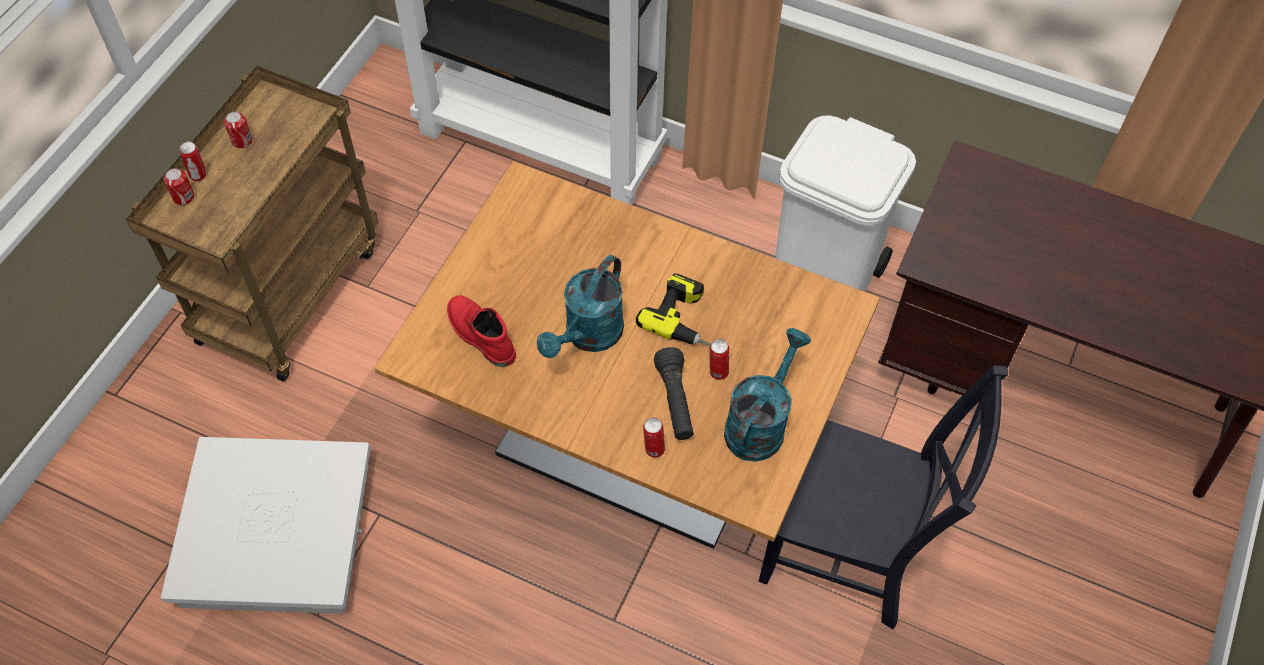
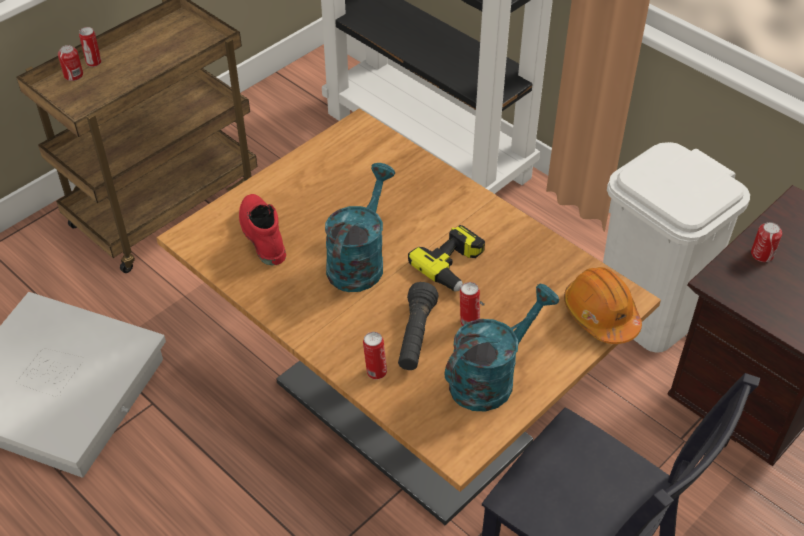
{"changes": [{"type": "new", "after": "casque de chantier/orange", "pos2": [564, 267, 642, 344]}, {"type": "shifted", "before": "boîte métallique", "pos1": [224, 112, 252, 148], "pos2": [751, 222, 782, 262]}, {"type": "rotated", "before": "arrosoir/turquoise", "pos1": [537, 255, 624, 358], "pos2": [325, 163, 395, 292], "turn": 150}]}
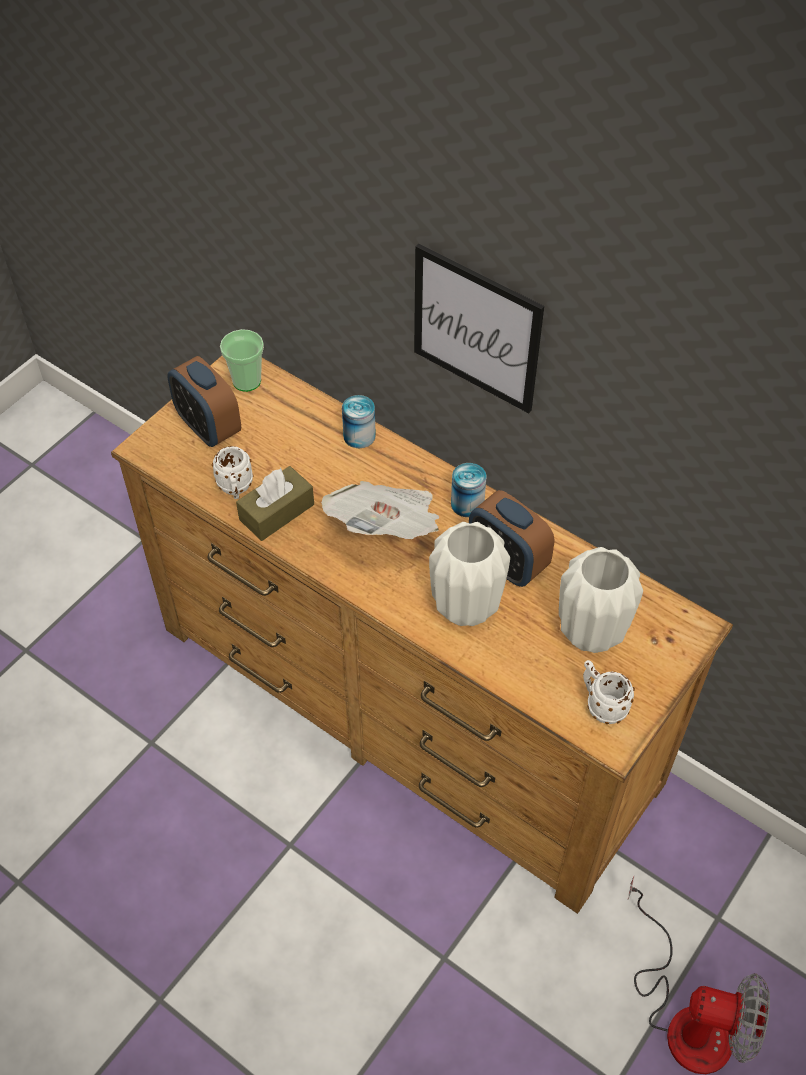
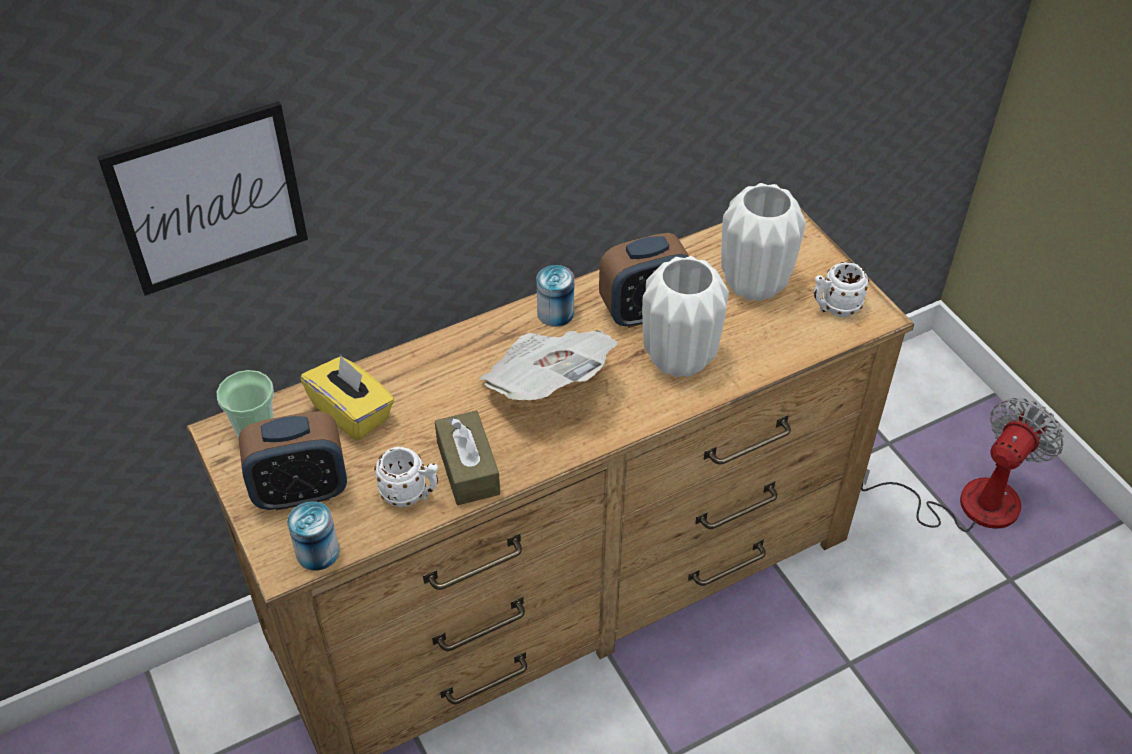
{"changes": [{"type": "new", "after": "boîte à mouchoirs/jaune", "pos2": [300, 355, 395, 441]}, {"type": "shifted", "before": "boîte métallique", "pos1": [342, 395, 376, 448], "pos2": [287, 501, 340, 571]}, {"type": "shifted", "before": "tableau", "pos1": [414, 244, 544, 413], "pos2": [98, 101, 308, 296]}]}
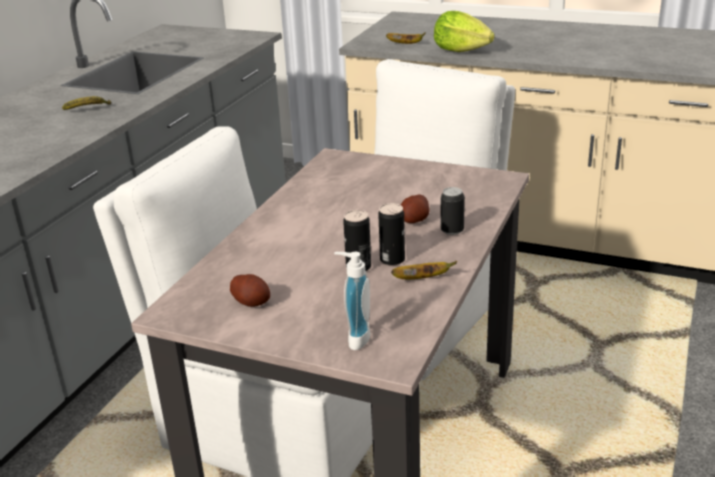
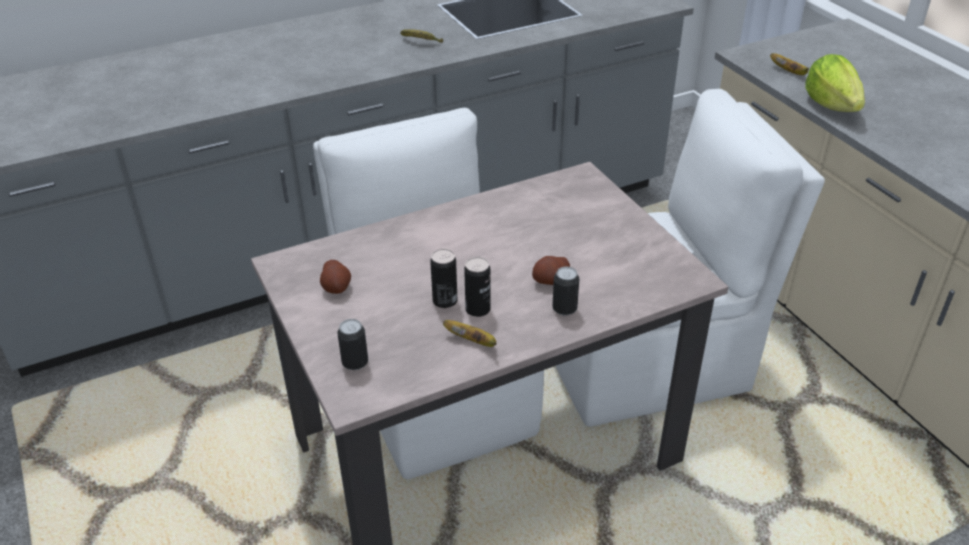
{"changes": [{"type": "swapped", "before": "distributeur de savon", "after": "boîte métallique", "pos1": [334, 252, 370, 350], "pos2": [337, 319, 368, 370]}]}
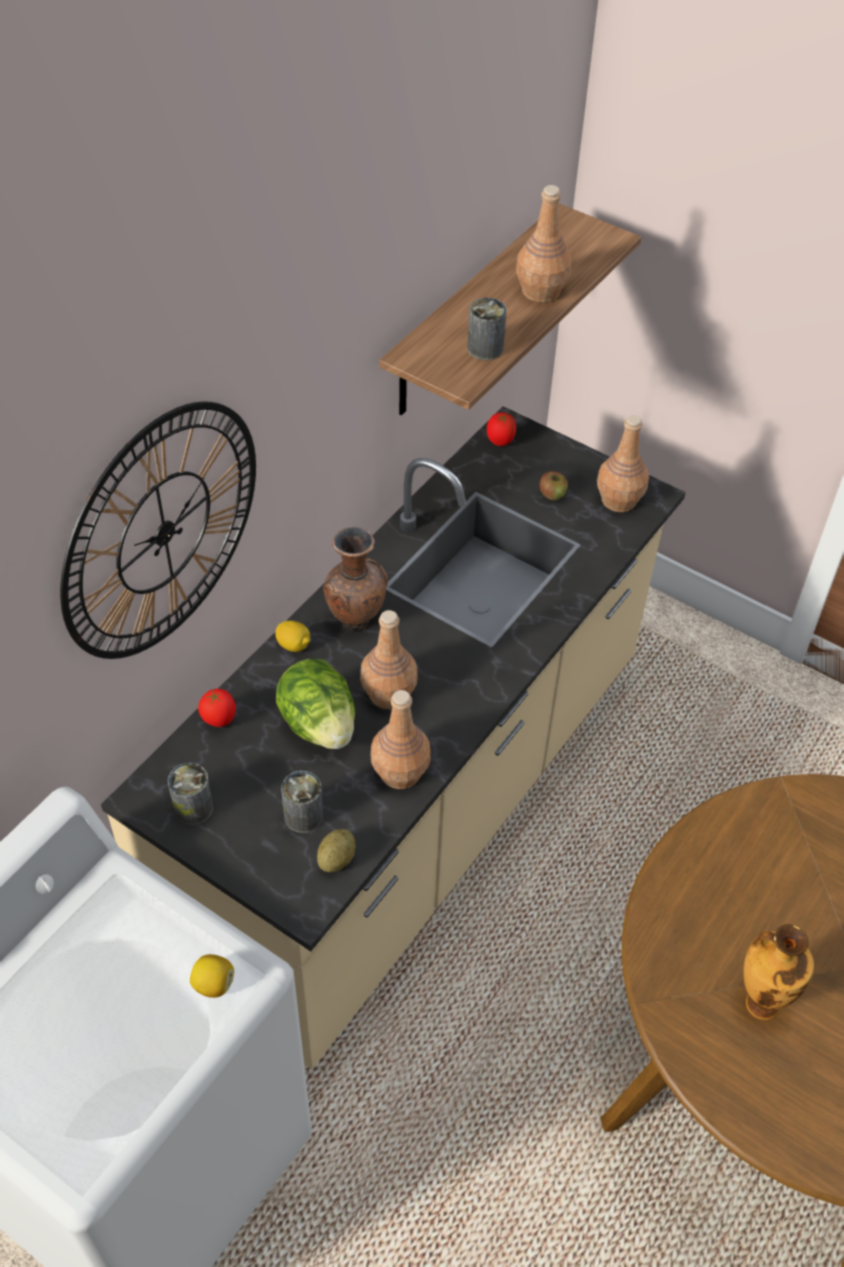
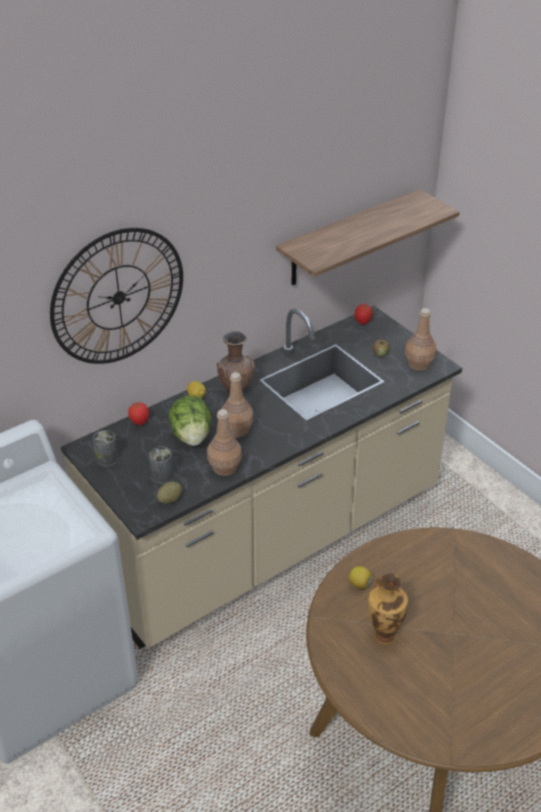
{"changes": [{"type": "gone", "before": "boîte métallique", "pos1": [467, 298, 507, 360]}, {"type": "gone", "before": "bouteille/marron", "pos1": [516, 185, 571, 303]}, {"type": "shifted", "before": "citron", "pos1": [190, 954, 234, 998], "pos2": [349, 566, 373, 589]}]}
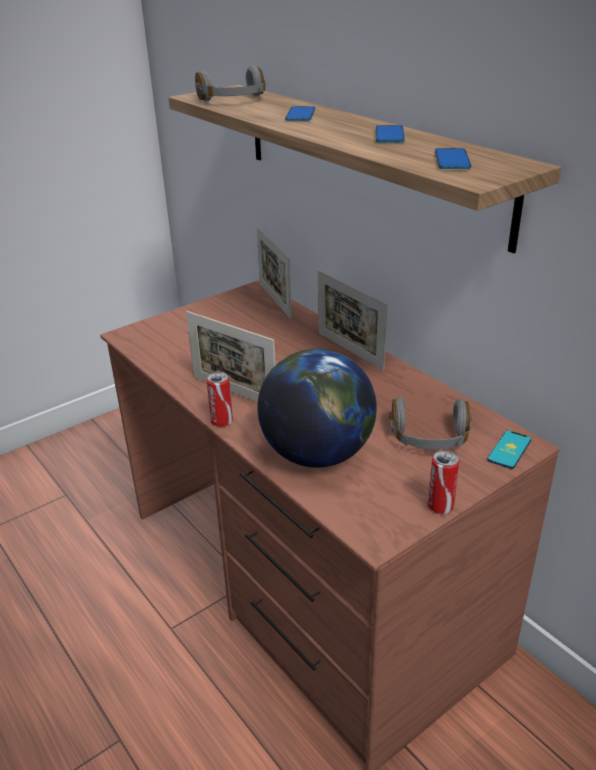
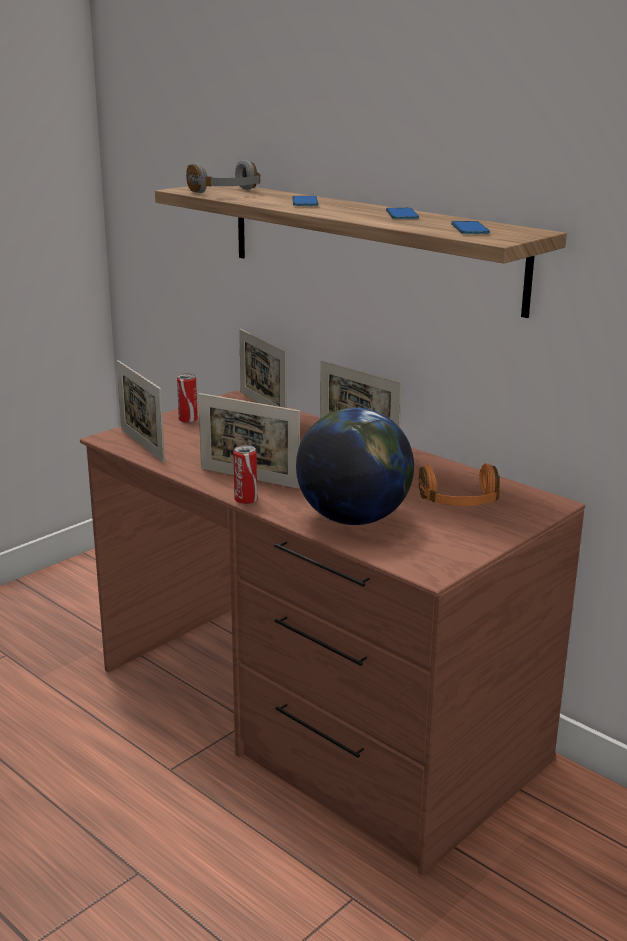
{"changes": [{"type": "gone", "before": "téléphone", "pos1": [487, 430, 532, 469]}, {"type": "new", "after": "cadre photo", "pos2": [117, 360, 165, 463]}, {"type": "shifted", "before": "boîte métallique", "pos1": [428, 450, 459, 514], "pos2": [177, 374, 198, 423]}, {"type": "repainted", "before": "casque audio/gris", "after": "casque audio/orange", "pos1": [389, 397, 471, 450], "pos2": [418, 463, 500, 506]}]}
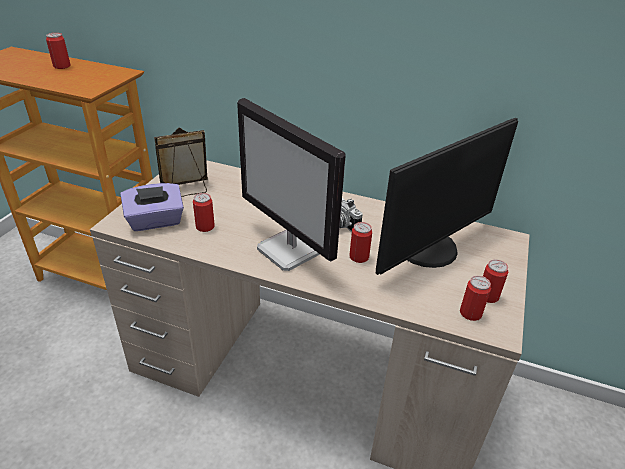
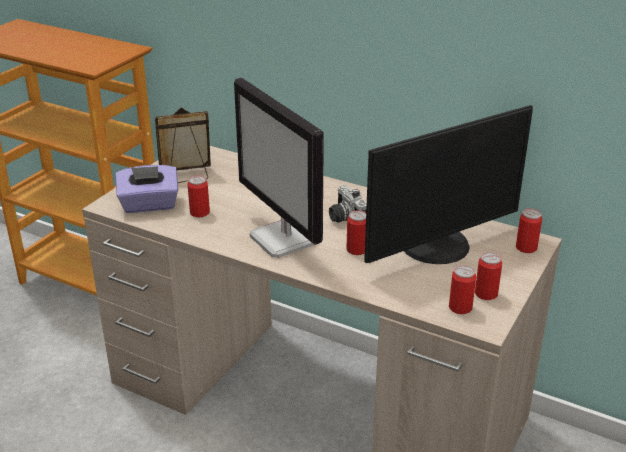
{"changes": [{"type": "shifted", "before": "boîte métallique", "pos1": [46, 33, 71, 69], "pos2": [516, 209, 542, 253]}]}
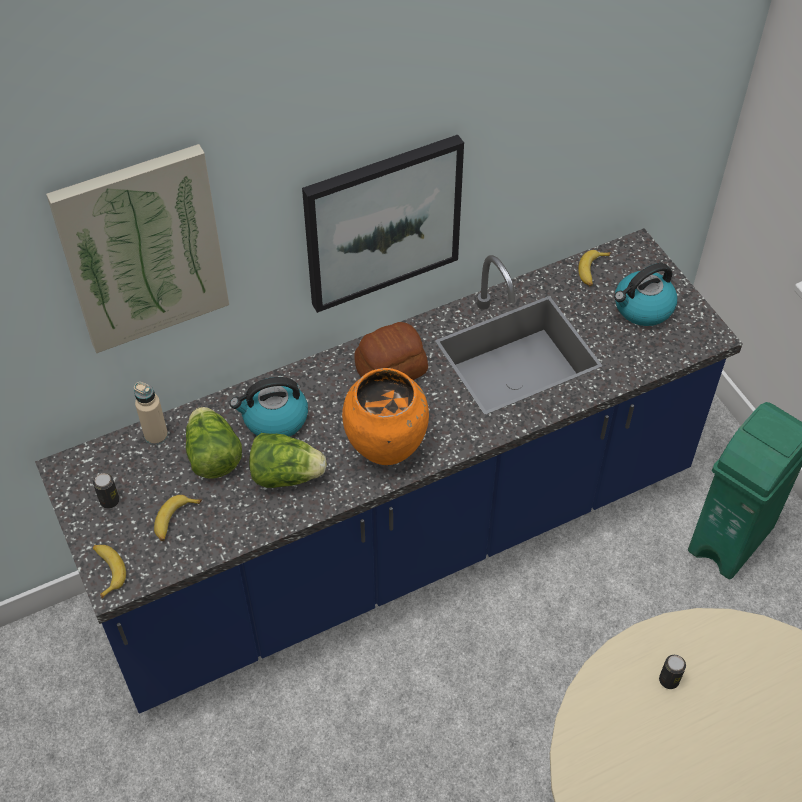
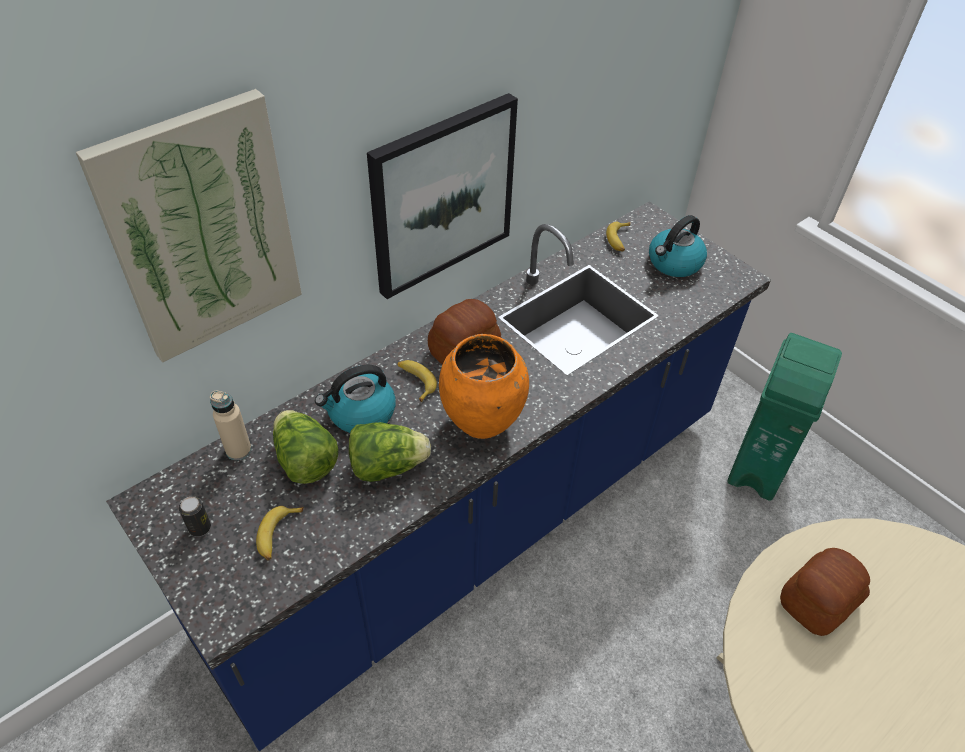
{"changes": [{"type": "shifted", "before": "banane", "pos1": [93, 545, 126, 599], "pos2": [398, 360, 437, 402]}, {"type": "swapped", "before": "boîte métallique", "after": "pain", "pos1": [659, 655, 686, 689], "pos2": [780, 548, 870, 636]}]}
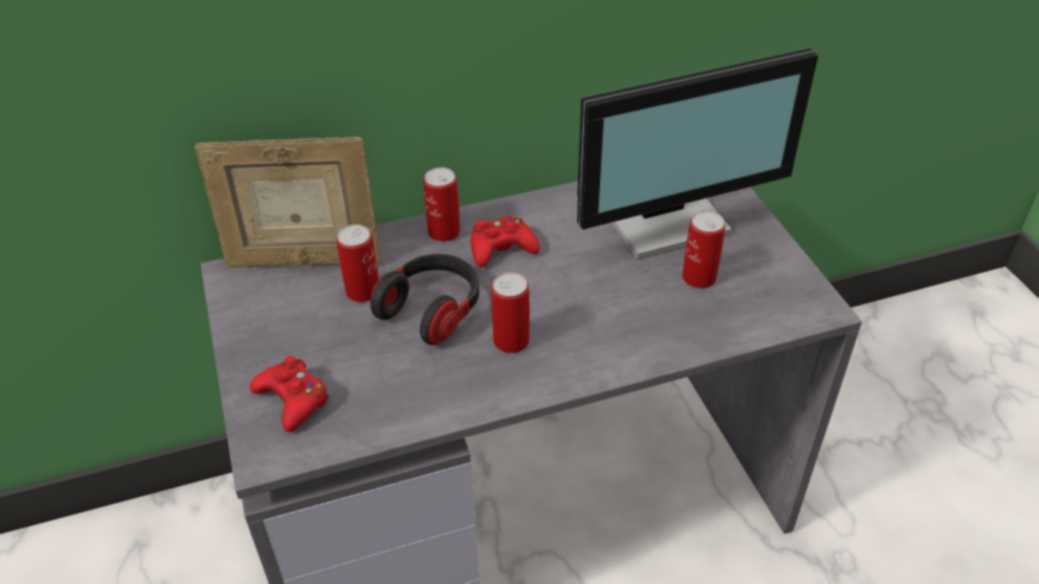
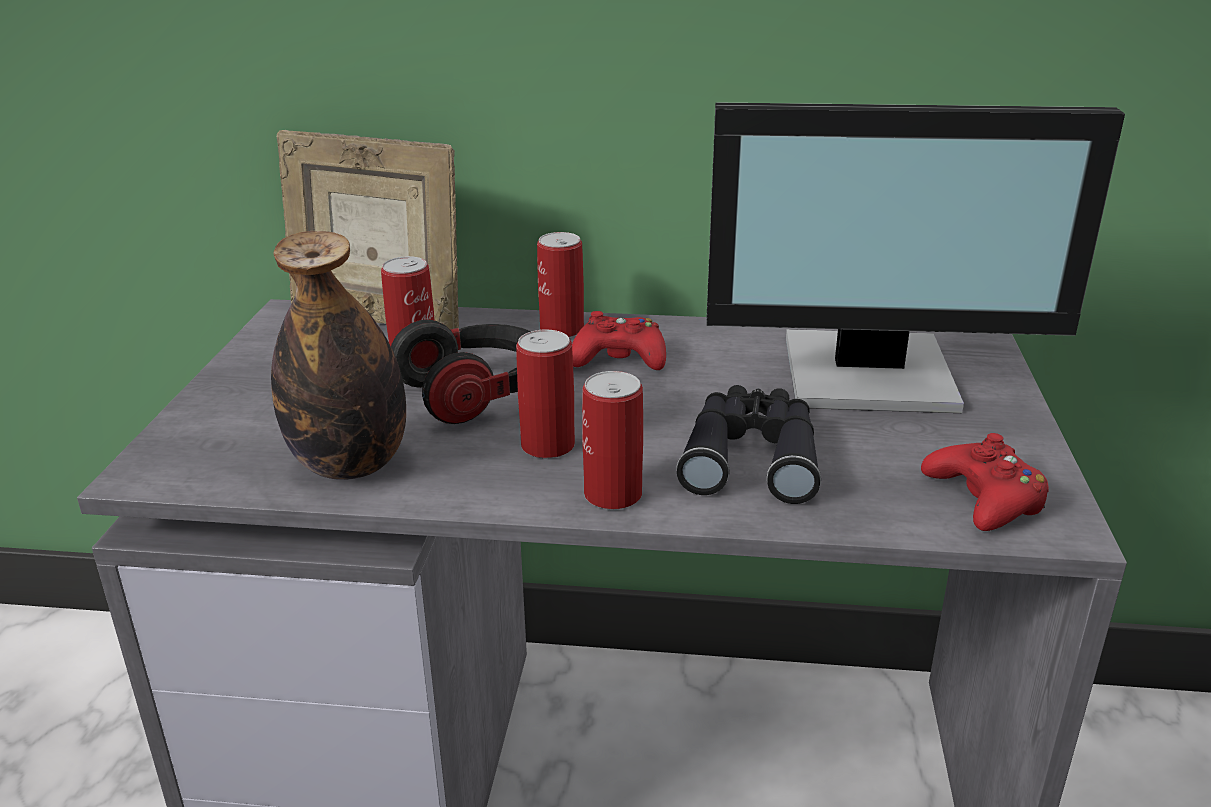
{"changes": [{"type": "new", "after": "bouteille", "pos2": [271, 231, 406, 480]}, {"type": "new", "after": "jumelles/noir", "pos2": [676, 385, 821, 504]}, {"type": "shifted", "before": "manette/rouge", "pos1": [250, 356, 329, 432], "pos2": [921, 433, 1048, 531]}, {"type": "shifted", "before": "boîte métallique", "pos1": [682, 211, 725, 288], "pos2": [582, 371, 643, 510]}]}
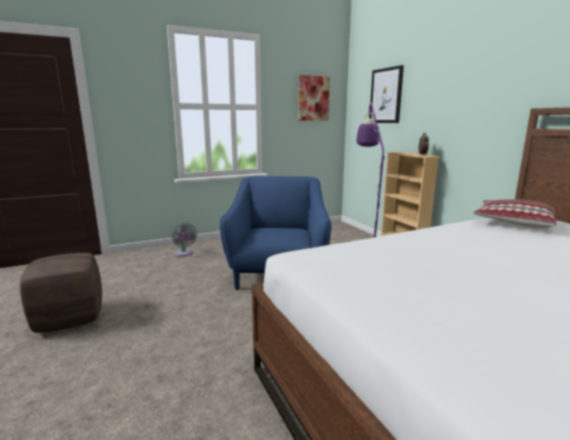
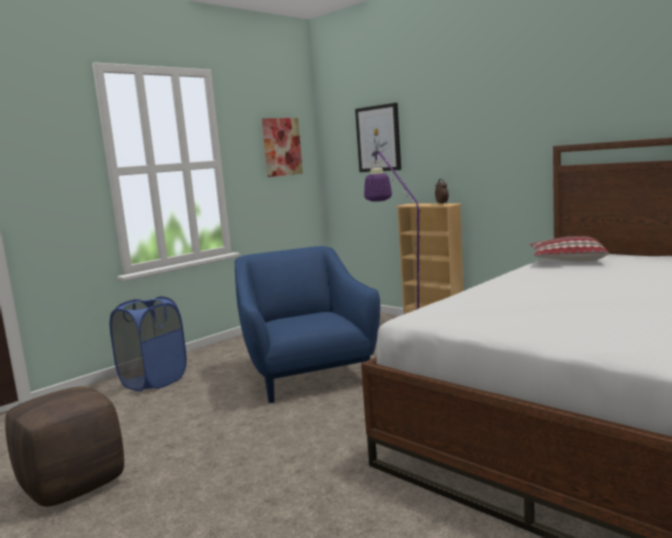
{"changes": [{"type": "swapped", "before": "ventilateur/gris", "after": "panier à linge/bleu", "pos1": [172, 223, 197, 257], "pos2": [110, 296, 187, 391]}]}
